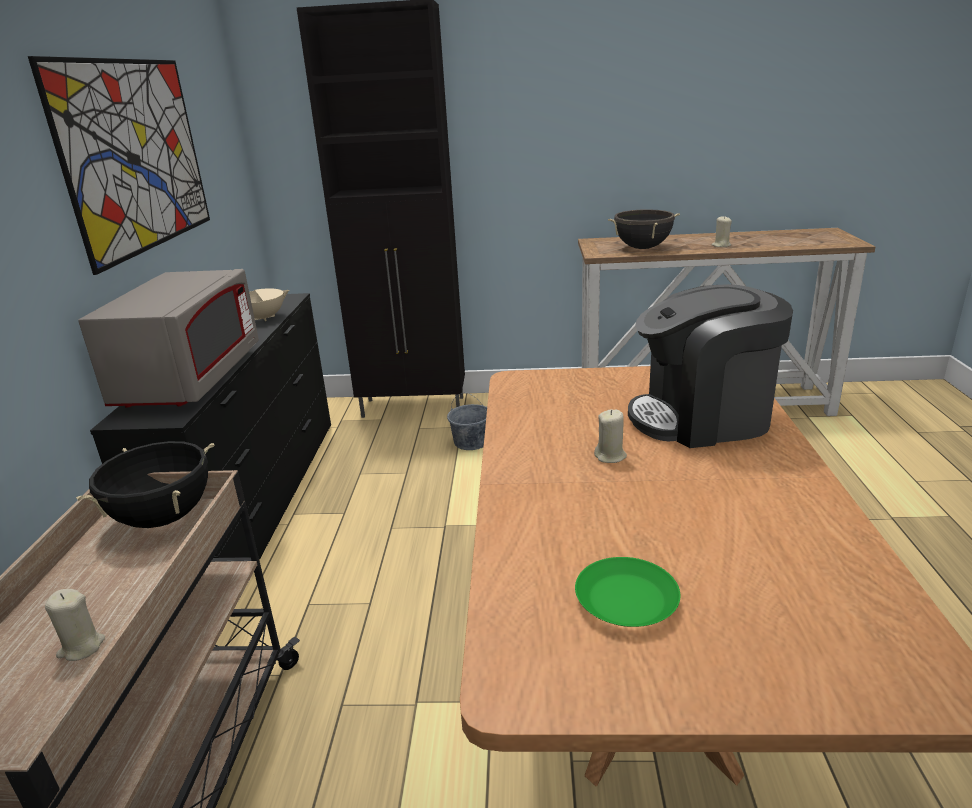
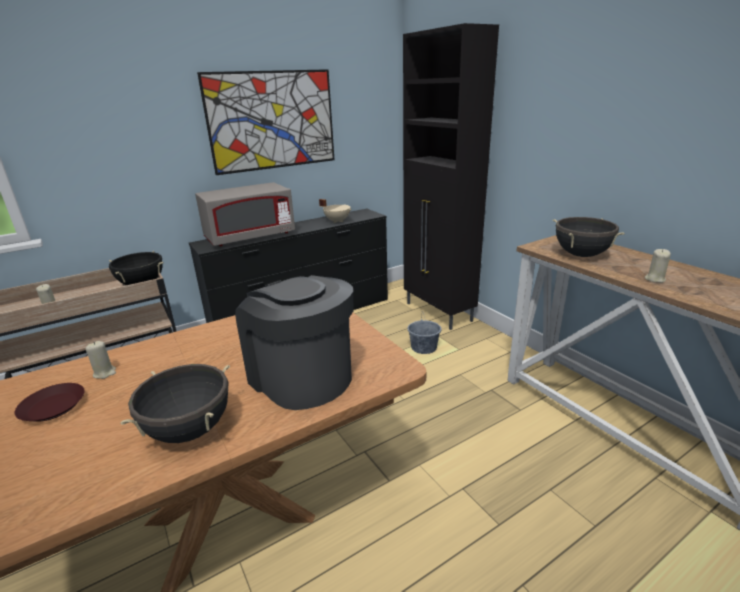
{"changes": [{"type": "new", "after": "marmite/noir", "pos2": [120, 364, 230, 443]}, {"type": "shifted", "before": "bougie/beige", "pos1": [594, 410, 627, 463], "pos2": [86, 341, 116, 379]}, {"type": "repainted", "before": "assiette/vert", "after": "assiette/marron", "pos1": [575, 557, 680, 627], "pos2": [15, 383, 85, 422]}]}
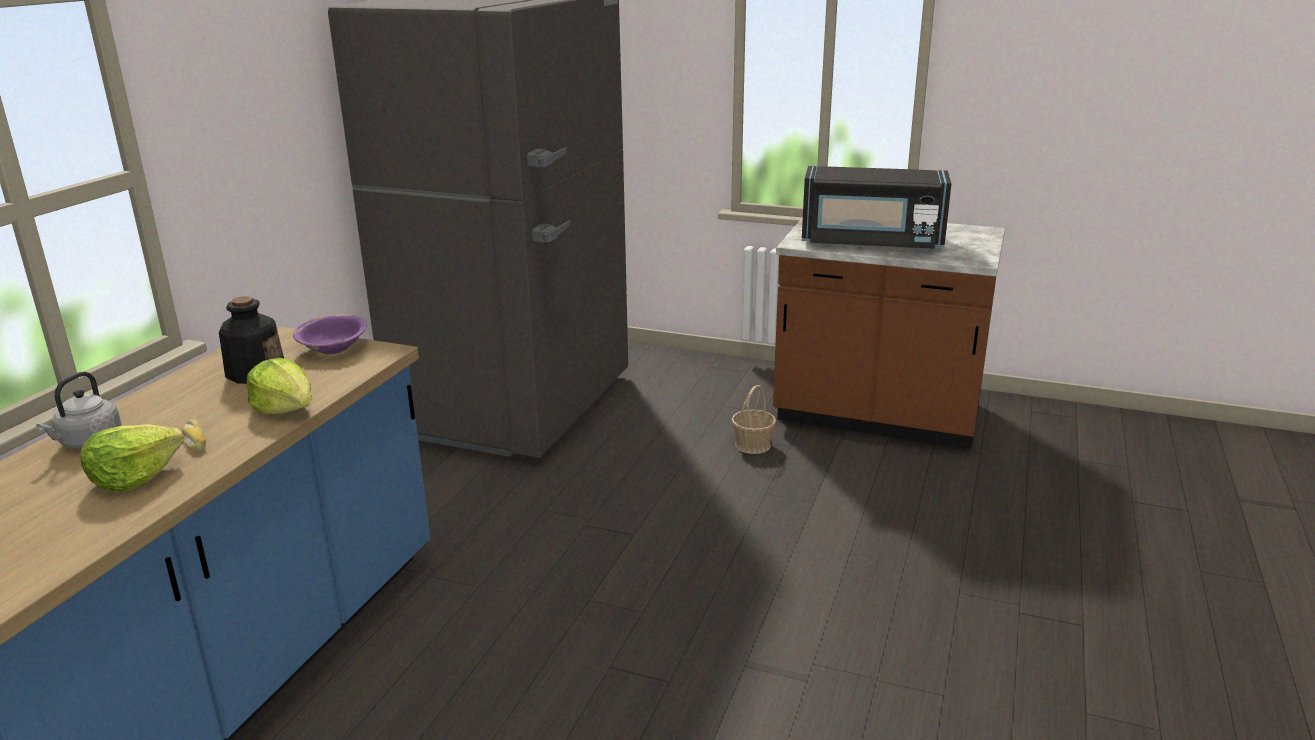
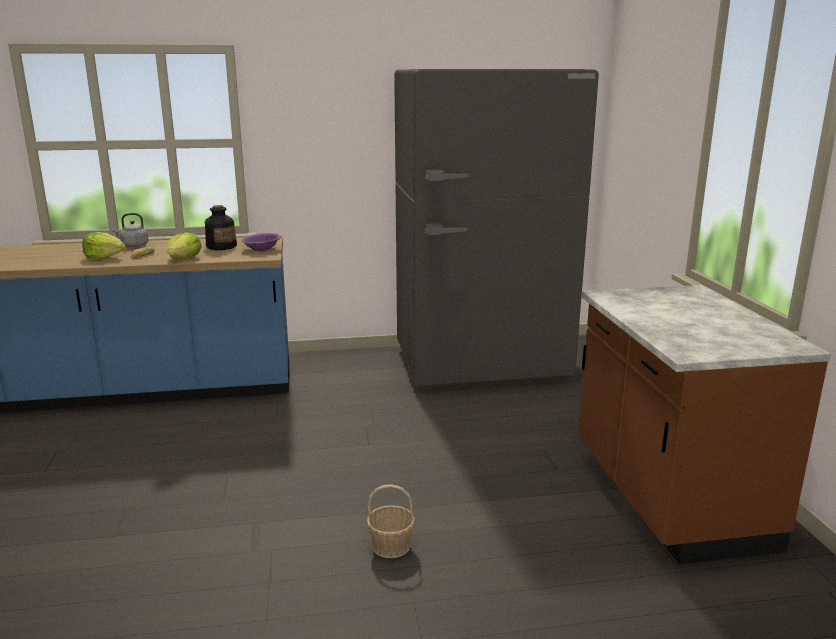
{"changes": [{"type": "gone", "before": "micro-ondes/noir", "pos1": [802, 166, 951, 251]}, {"type": "shifted", "before": "panier", "pos1": [731, 385, 776, 454], "pos2": [367, 484, 415, 558]}]}
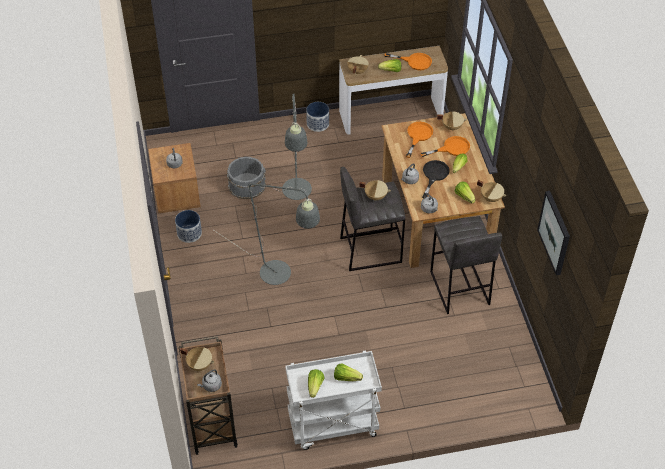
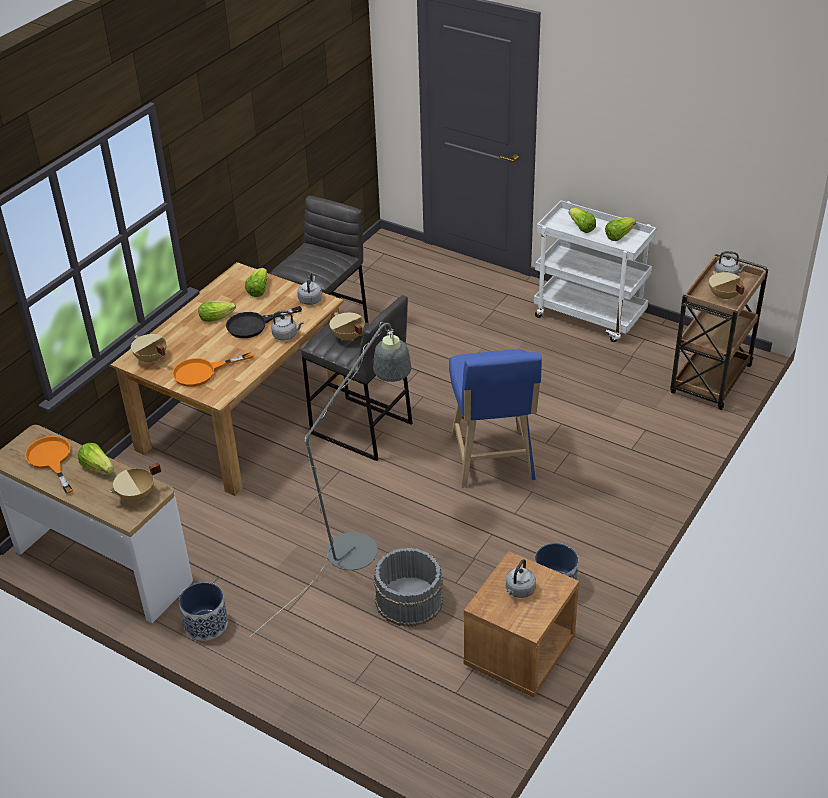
{"changes": [{"type": "gone", "before": "poêle/orange", "pos1": [420, 136, 470, 157]}, {"type": "gone", "before": "marmite/beige", "pos1": [477, 180, 506, 202]}, {"type": "gone", "before": "tableau", "pos1": [537, 191, 570, 275]}, {"type": "swapped", "before": "lampadaire/gris", "after": "tabouret/bleu", "pos1": [214, 183, 320, 285], "pos2": [449, 349, 542, 488]}]}
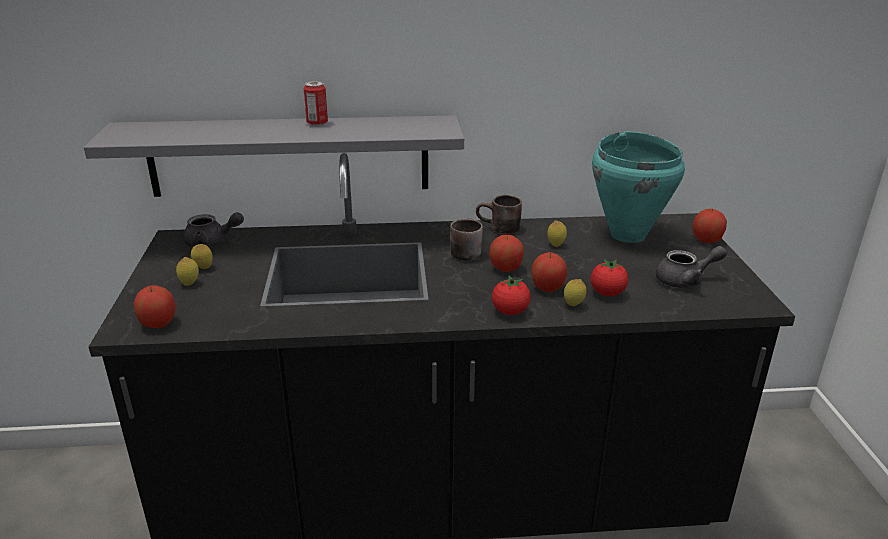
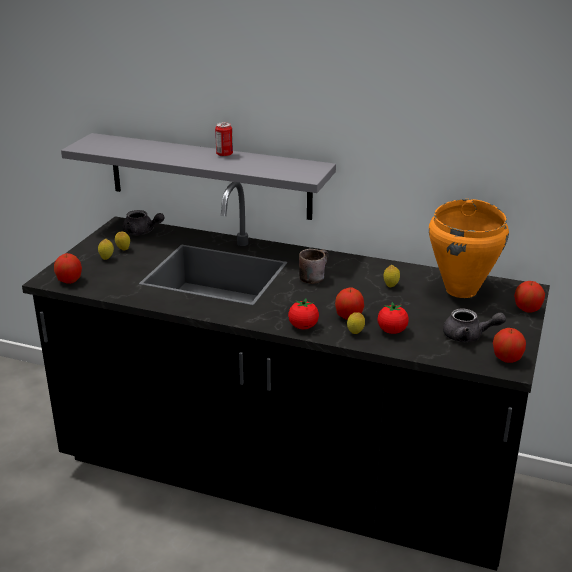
{"changes": [{"type": "gone", "before": "mug/marron", "pos1": [476, 195, 522, 234]}, {"type": "shifted", "before": "pomme", "pos1": [489, 235, 524, 272], "pos2": [493, 328, 526, 363]}, {"type": "repainted", "before": "marmite/turquoise", "after": "marmite/orange", "pos1": [592, 132, 685, 243], "pos2": [429, 199, 509, 298]}]}
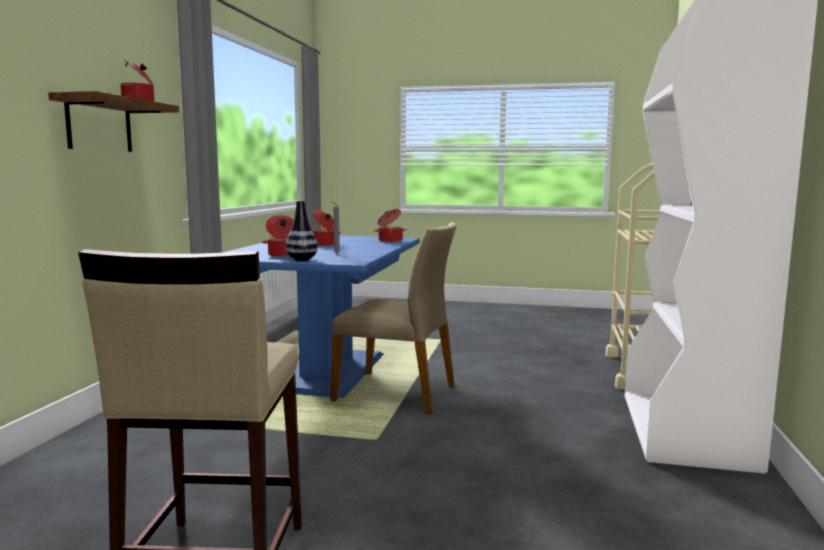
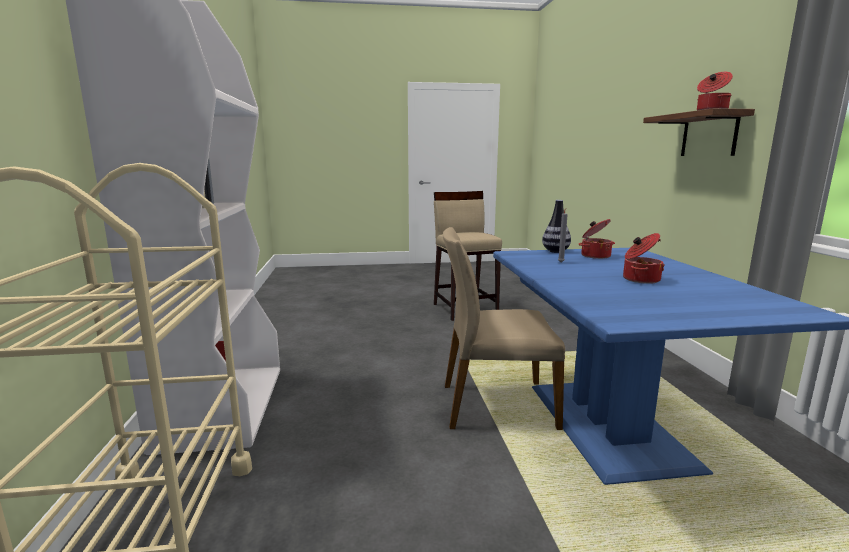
{"changes": [{"type": "gone", "before": "marmite", "pos1": [374, 209, 407, 242]}]}
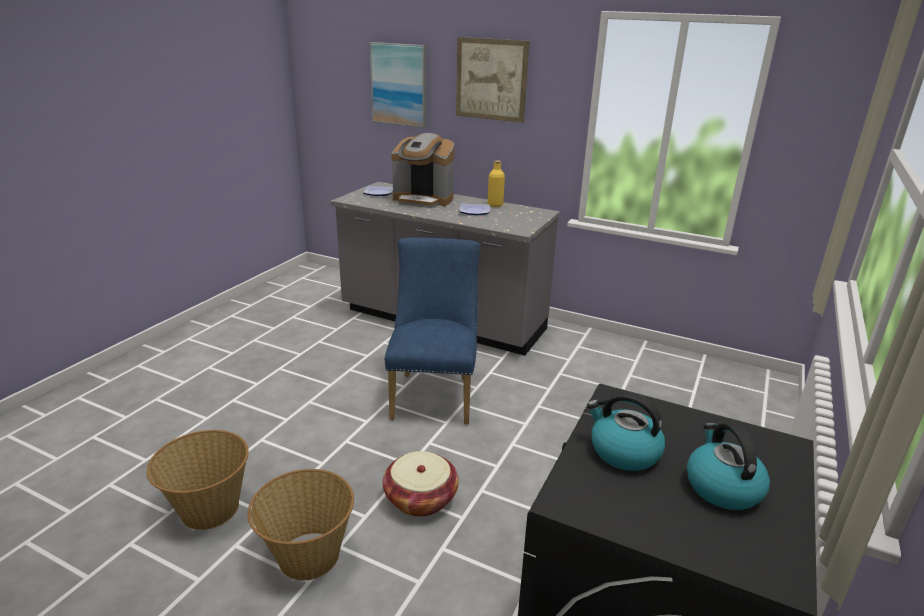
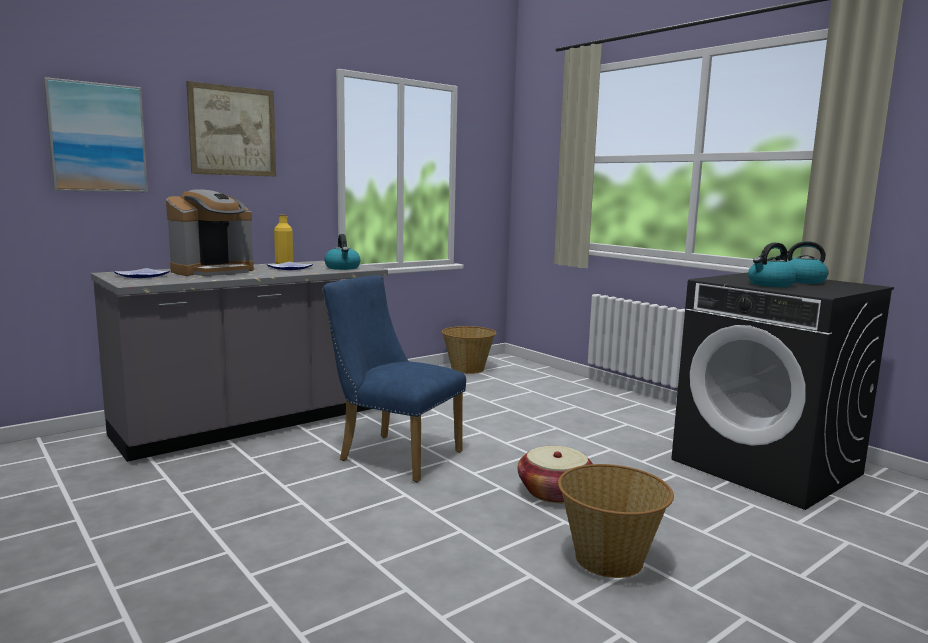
{"changes": [{"type": "new", "after": "bouilloire", "pos2": [324, 234, 361, 270]}, {"type": "shifted", "before": "panier", "pos1": [146, 430, 249, 530], "pos2": [442, 326, 497, 374]}]}
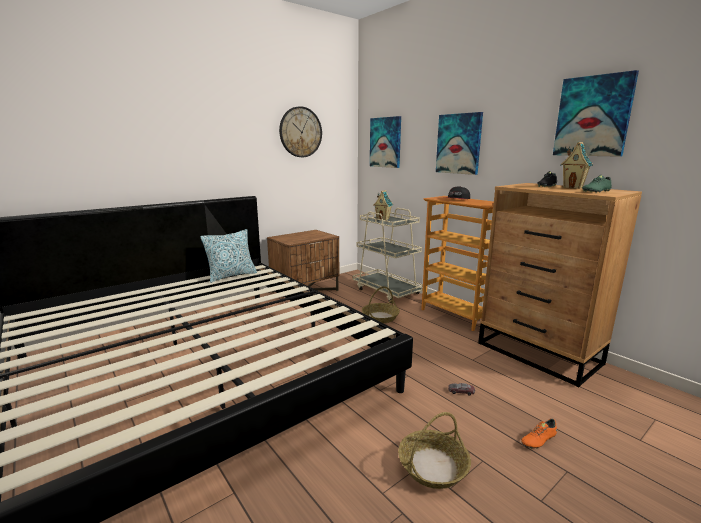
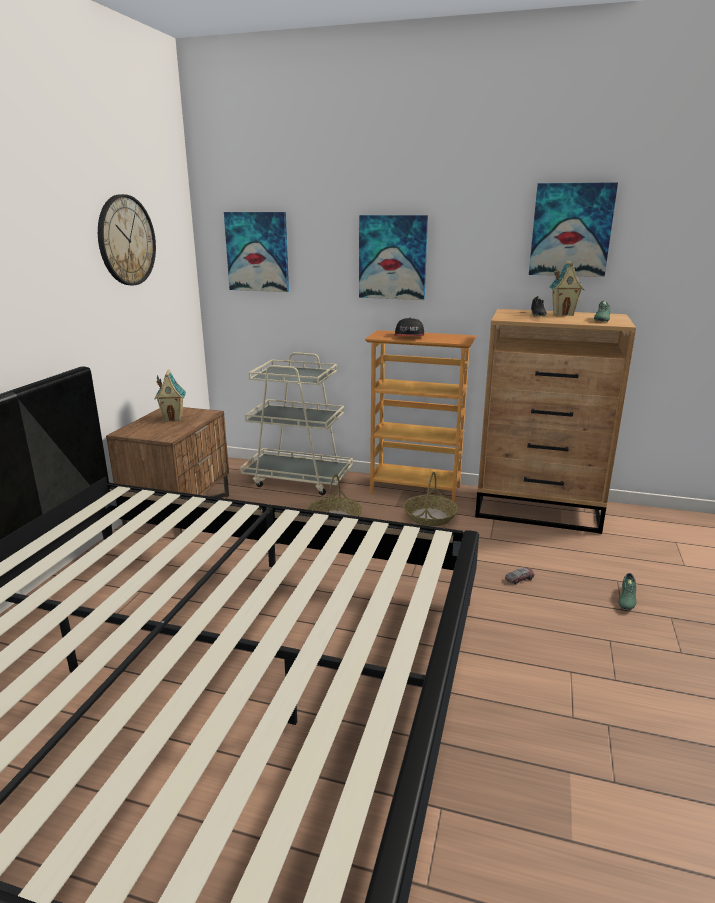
{"changes": [{"type": "gone", "before": "coussin", "pos1": [200, 229, 257, 283]}, {"type": "shifted", "before": "maison miniature", "pos1": [373, 190, 393, 220], "pos2": [155, 369, 186, 422]}, {"type": "shifted", "before": "panier", "pos1": [398, 412, 471, 489], "pos2": [403, 472, 458, 526]}, {"type": "repainted", "before": "chaussure/orange", "after": "chaussure/vert", "pos1": [521, 419, 557, 449], "pos2": [618, 573, 636, 610]}]}
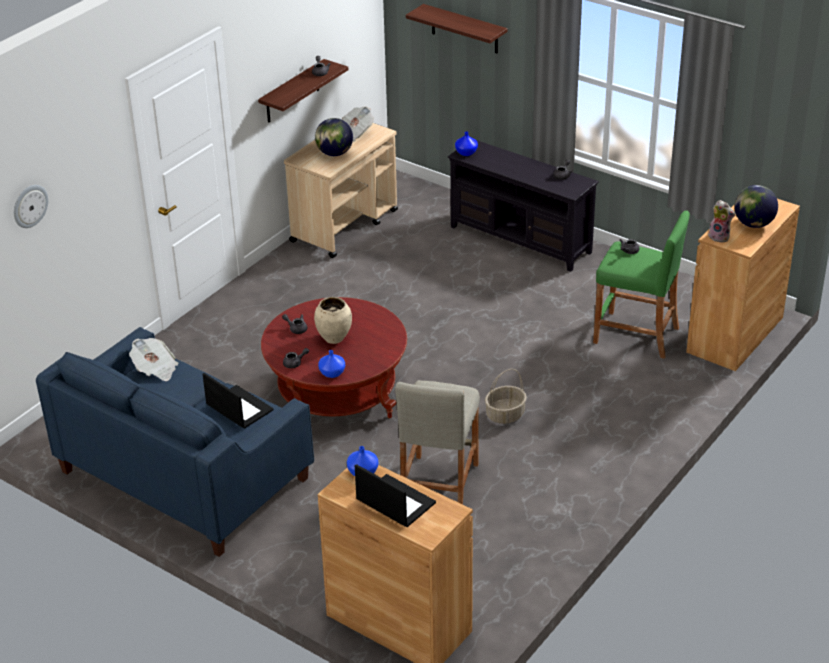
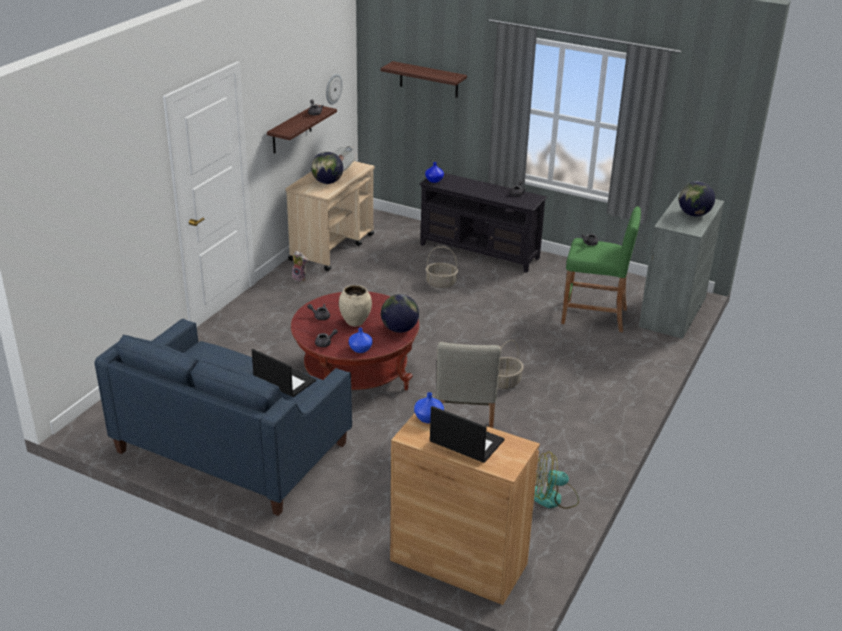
{"changes": [{"type": "gone", "before": "journal", "pos1": [129, 338, 178, 381]}, {"type": "new", "after": "globe", "pos2": [381, 294, 419, 333]}, {"type": "new", "after": "panier", "pos2": [425, 246, 458, 288]}, {"type": "new", "after": "ventilateur", "pos2": [534, 451, 579, 509]}, {"type": "shifted", "before": "horloge murale", "pos1": [14, 185, 48, 228], "pos2": [326, 74, 343, 105]}, {"type": "shifted", "before": "peluche", "pos1": [708, 200, 736, 243], "pos2": [292, 251, 308, 283]}, {"type": "repainted", "before": "meuble de rangement/marron", "after": "meuble de rangement/gris", "pos1": [686, 199, 800, 371], "pos2": [639, 192, 724, 339]}]}
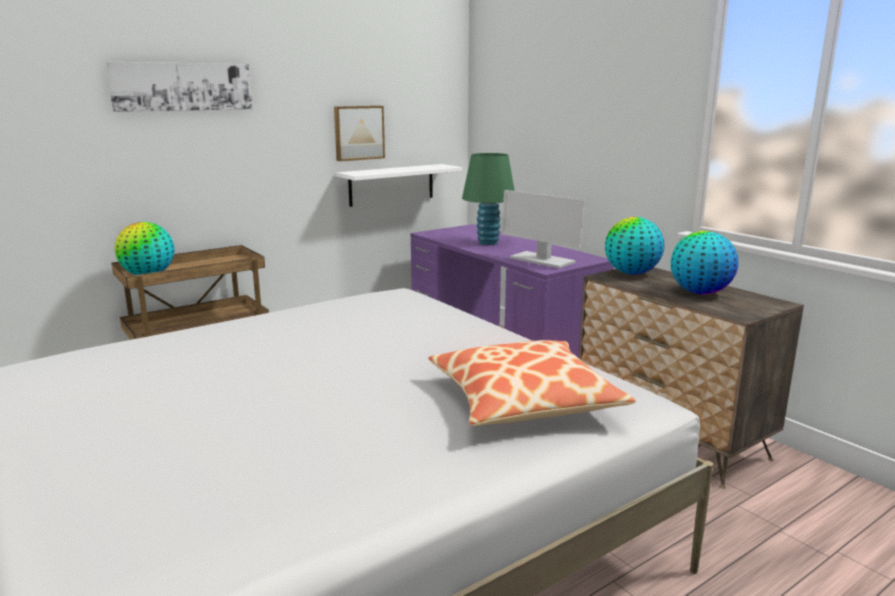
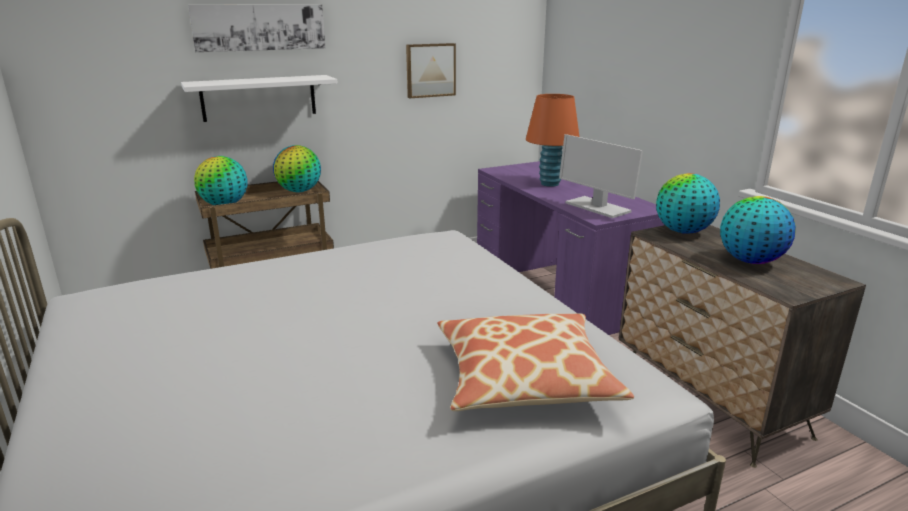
{"changes": [{"type": "new", "after": "globe", "pos2": [273, 145, 321, 192]}, {"type": "shifted", "before": "étagère/blanc", "pos1": [336, 164, 462, 207], "pos2": [181, 75, 338, 122]}, {"type": "repainted", "before": "lampe de table/vert", "after": "lampe de table/orange", "pos1": [462, 153, 515, 245], "pos2": [526, 94, 580, 187]}]}
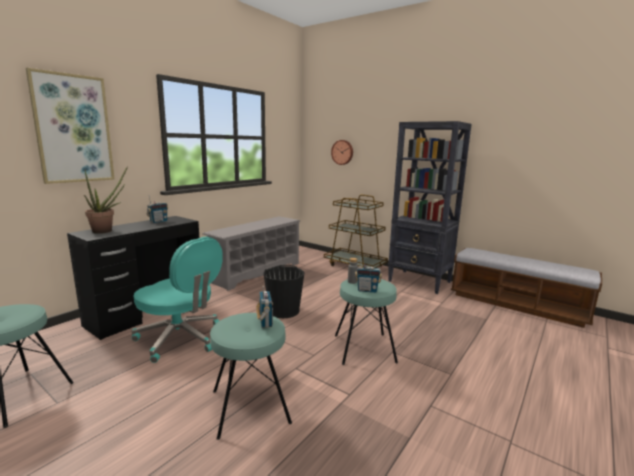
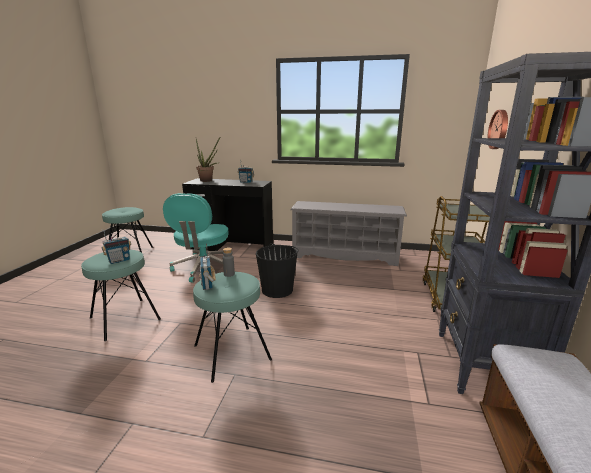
{"changes": [{"type": "gone", "before": "tableau", "pos1": [26, 68, 114, 184]}]}
